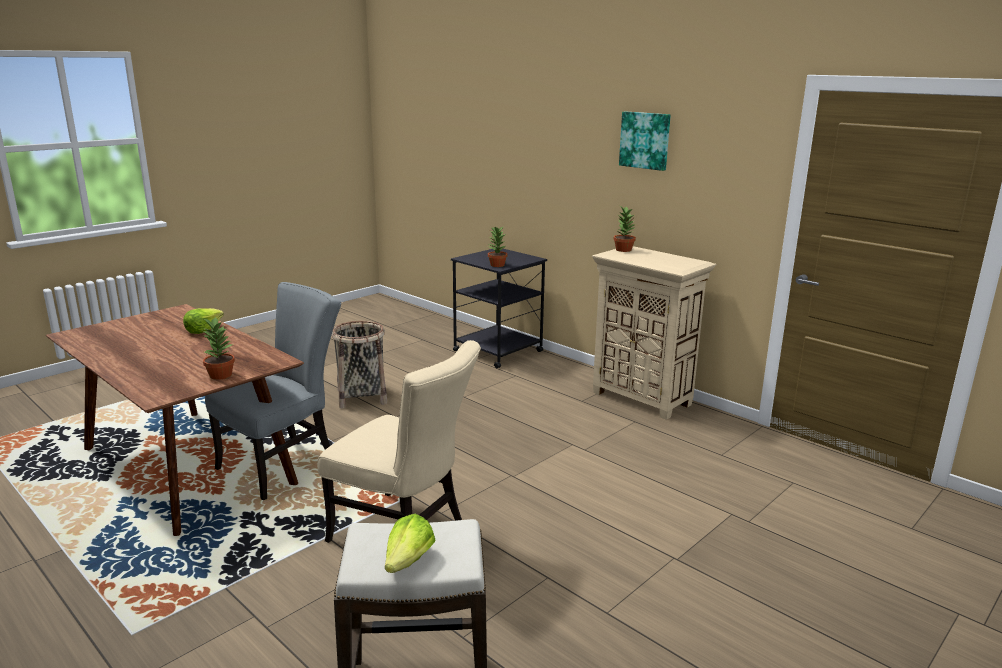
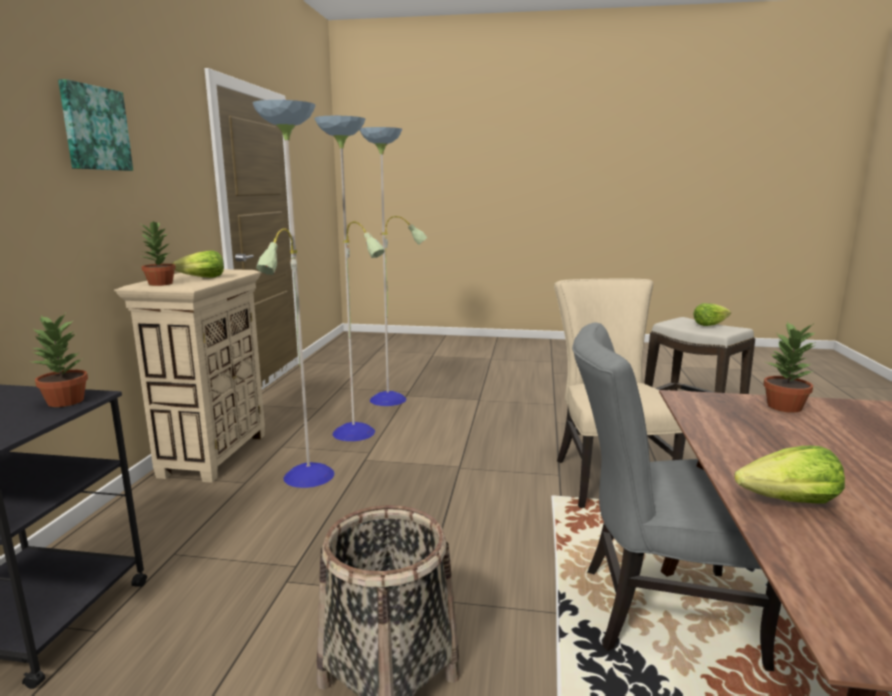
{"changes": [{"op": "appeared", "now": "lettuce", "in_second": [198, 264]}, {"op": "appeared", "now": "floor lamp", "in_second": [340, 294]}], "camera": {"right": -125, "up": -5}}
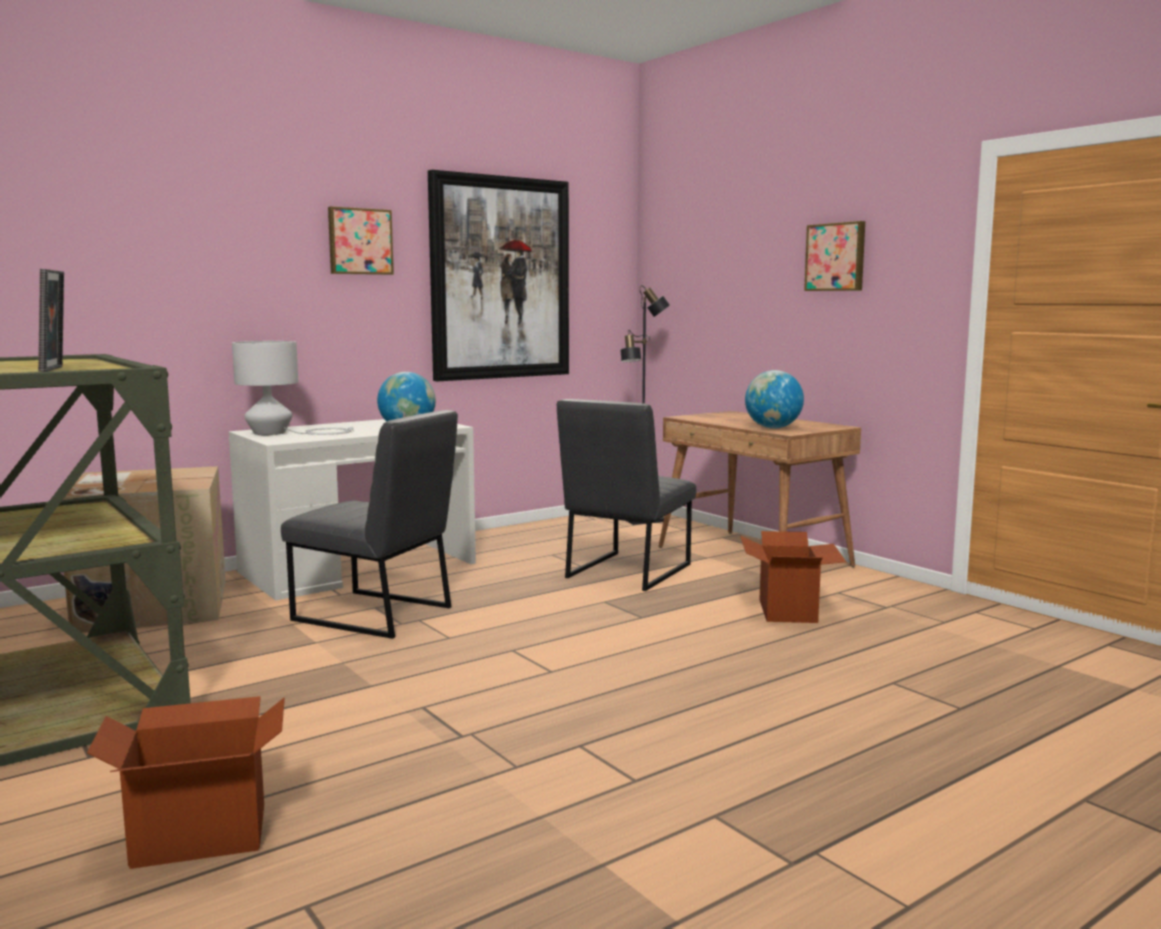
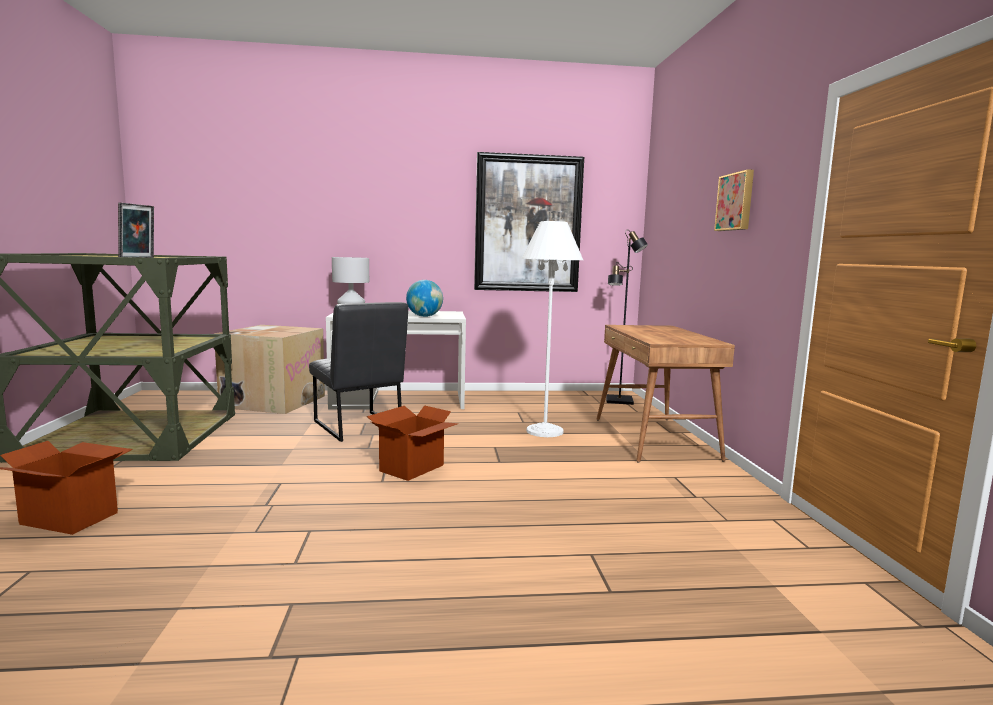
{"changes": [{"op": "relocated", "was": "cardboard box", "in_first": [793, 577], "in_second": [412, 443]}, {"op": "exchanged", "was": "upright chair (gray)", "now": "floor lamp (white-coloured)", "in_first": [626, 495], "in_second": [552, 329]}, {"op": "missing", "was": "wall art", "in_first": [361, 240]}, {"op": "missing", "was": "globe", "in_first": [774, 399]}], "camera": {"right": 30, "up": 0}}
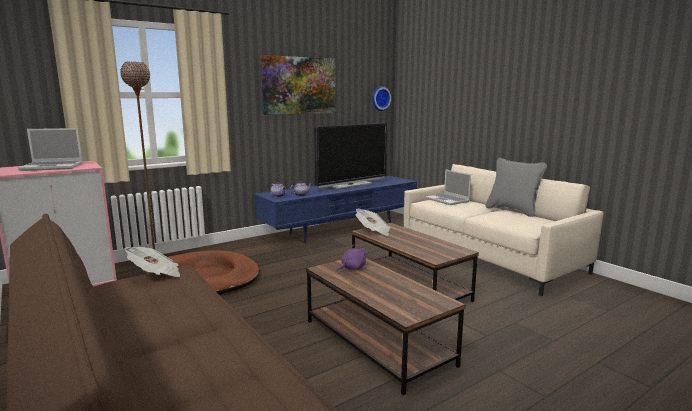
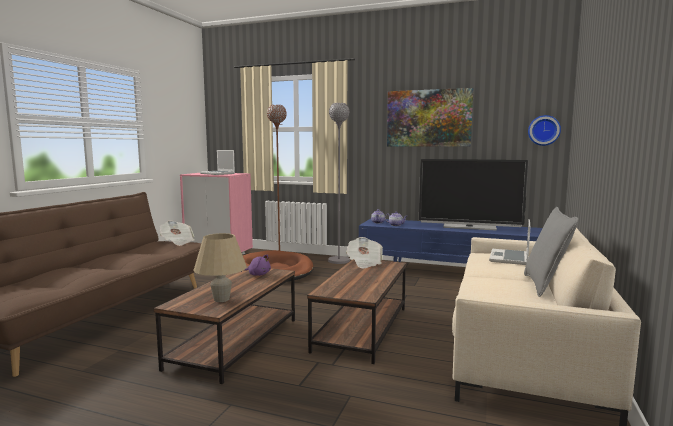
{"changes": [{"op": "appeared", "now": "tabletop lamp (beige)", "in_second": [220, 267]}, {"op": "appeared", "now": "floor lamp (gray)", "in_second": [339, 183]}], "camera": {"right": 55, "up": -5}}
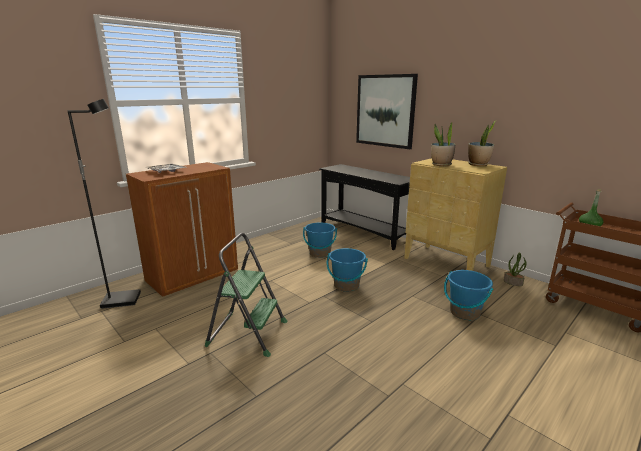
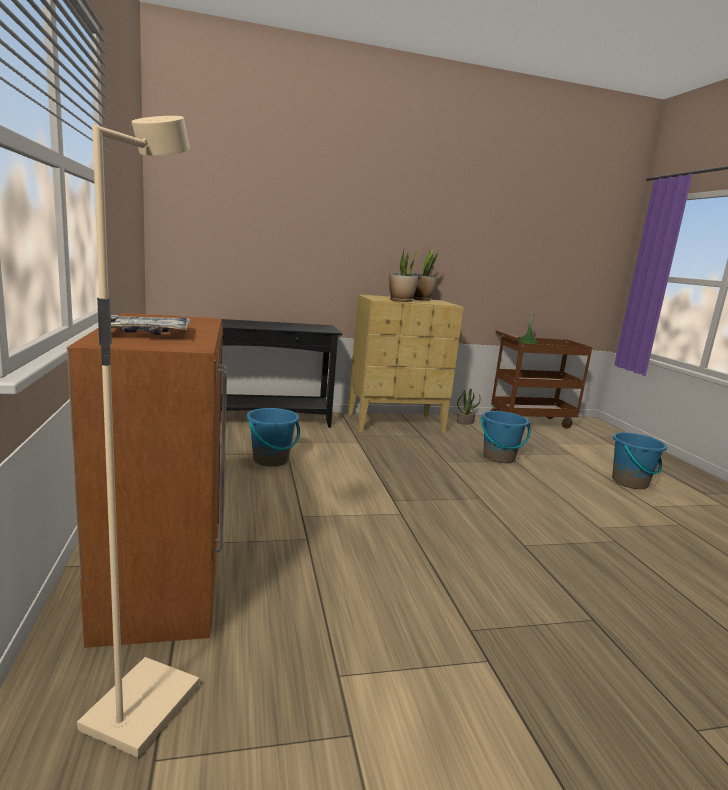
{"changes": [{"op": "colour", "was": "floor lamp (black-coloured)", "now": "floor lamp (beige)", "in_first": [104, 204], "in_second": [138, 437]}, {"op": "relocated", "was": "bucket (bluish)", "in_first": [347, 270], "in_second": [639, 460]}, {"op": "missing", "was": "step ladder (green-coloured)", "in_first": [246, 295]}, {"op": "missing", "was": "wall art", "in_first": [387, 111]}], "camera": {"right": -60, "up": -5}}
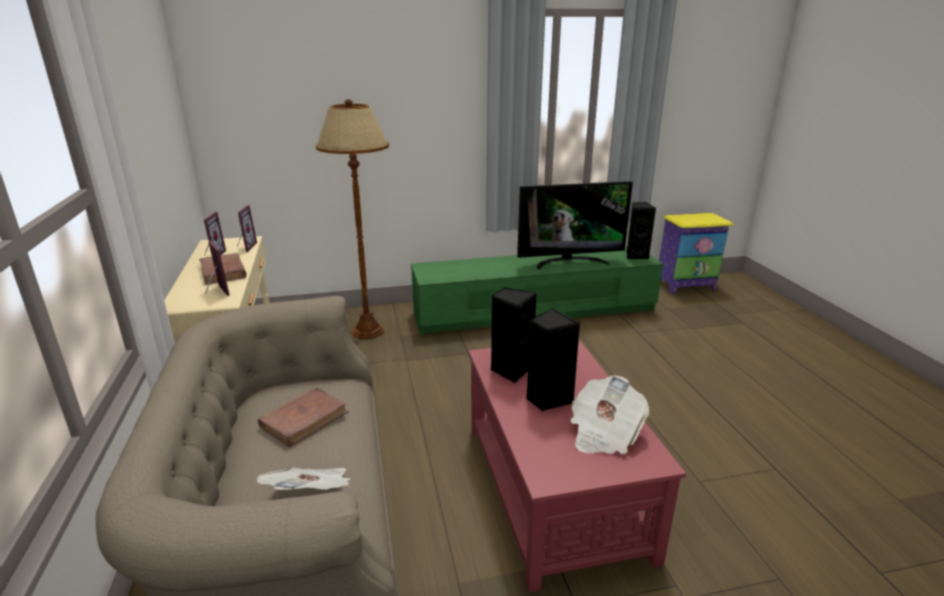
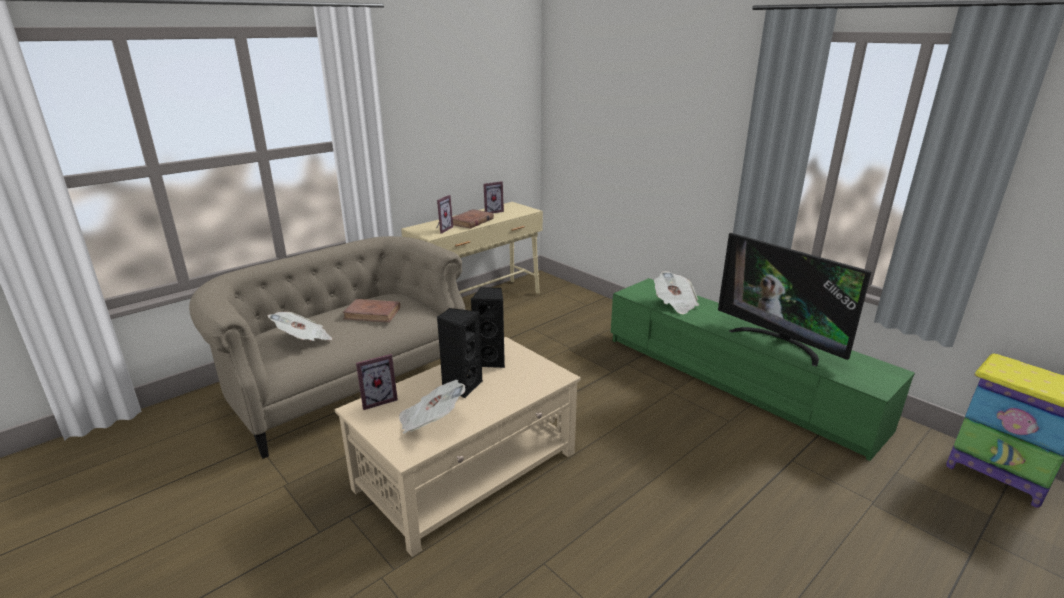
{"changes": [{"op": "colour", "was": "coffee table (reddish)", "now": "coffee table (beige)", "in_first": [578, 466], "in_second": [458, 447]}, {"op": "relocated", "was": "standing frame", "in_first": [247, 228], "in_second": [377, 382]}, {"op": "appeared", "now": "printed paper", "in_second": [676, 292]}, {"op": "missing", "was": "floor lamp (brownish)", "in_first": [352, 219]}, {"op": "missing", "was": "audio speaker (black-coloured)", "in_first": [641, 230]}], "camera": {"right": 60, "up": 0}}
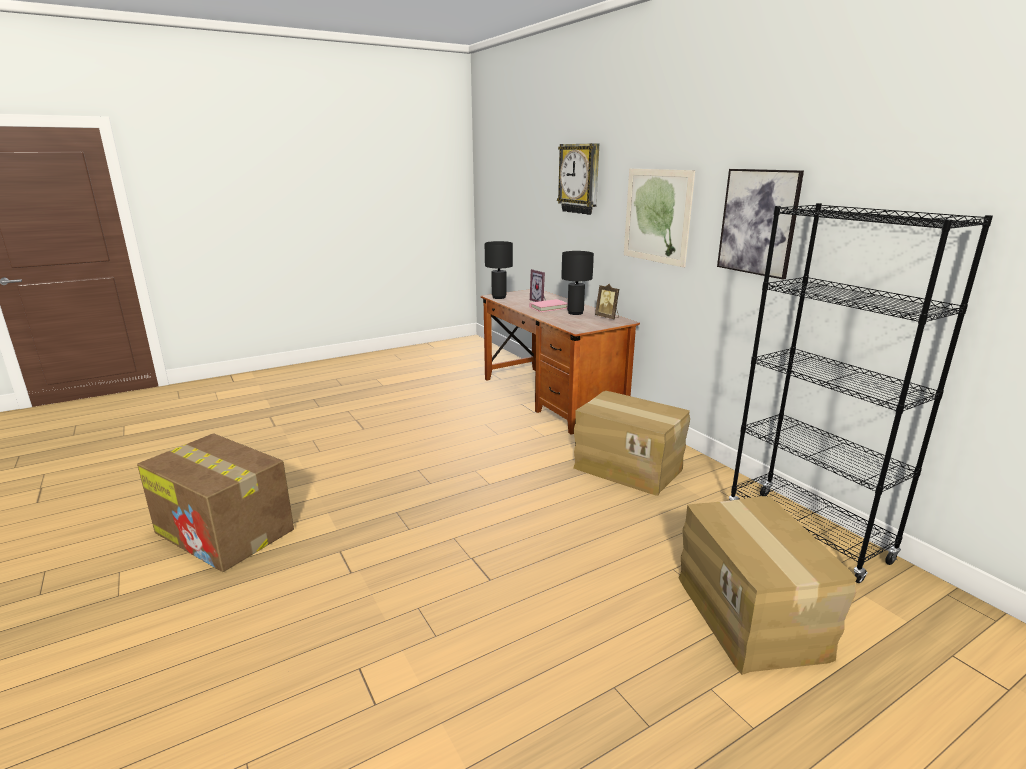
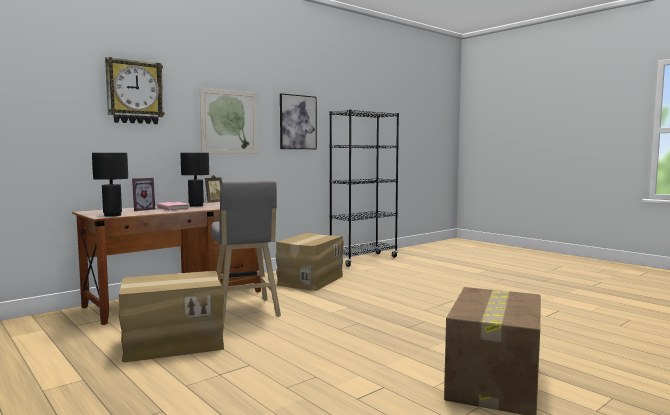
{"changes": [{"op": "relocated", "was": "cardboard box", "in_first": [767, 585], "in_second": [171, 316]}, {"op": "appeared", "now": "stool seat (gray)", "in_second": [246, 251]}], "camera": {"right": -100, "up": -15}}
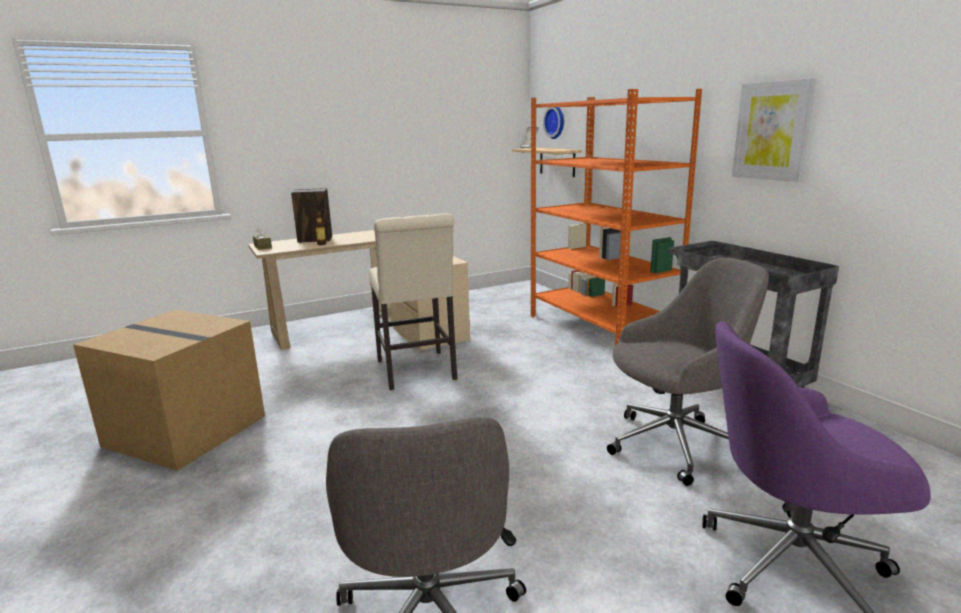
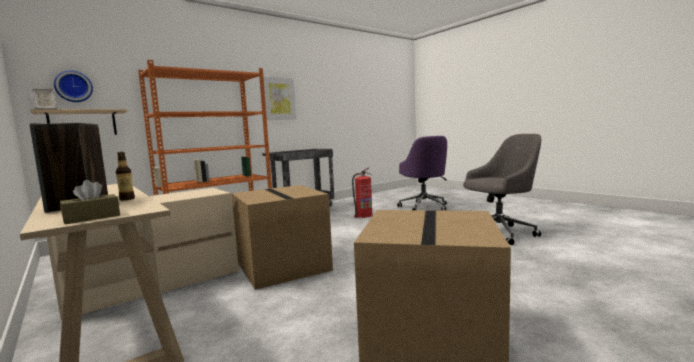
{"changes": [{"op": "exchanged", "was": "stool seat (beige)", "now": "cardboard box", "in_first": [413, 301], "in_second": [282, 237]}, {"op": "exchanged", "was": "computer chair (gray)", "now": "fire-fighting cylinder", "in_first": [688, 372], "in_second": [362, 192]}], "camera": {"right": -100, "up": -10}}
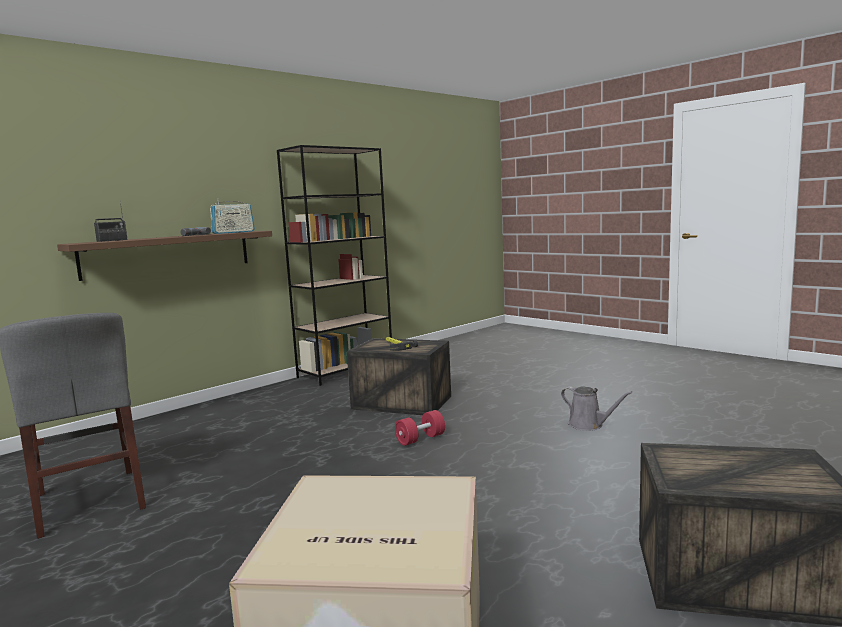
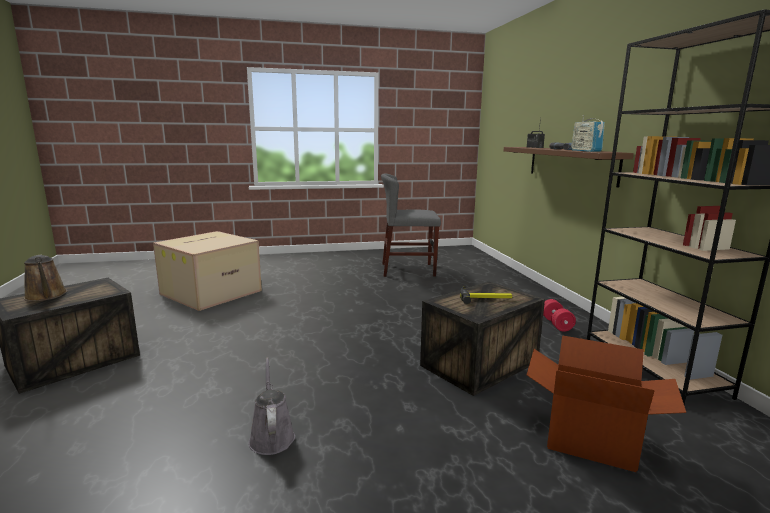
{"changes": [{"op": "appeared", "now": "watering can (brownish)", "in_second": [45, 278]}, {"op": "spun", "was": "watering can (gray)", "in_first": [597, 408], "in_second": [271, 406], "clockwise": 90}, {"op": "appeared", "now": "cardboard box", "in_second": [606, 403]}, {"op": "relocated", "was": "dumbbell (reddish)", "in_first": [420, 428], "in_second": [559, 315]}], "camera": {"right": 120, "up": 5}}
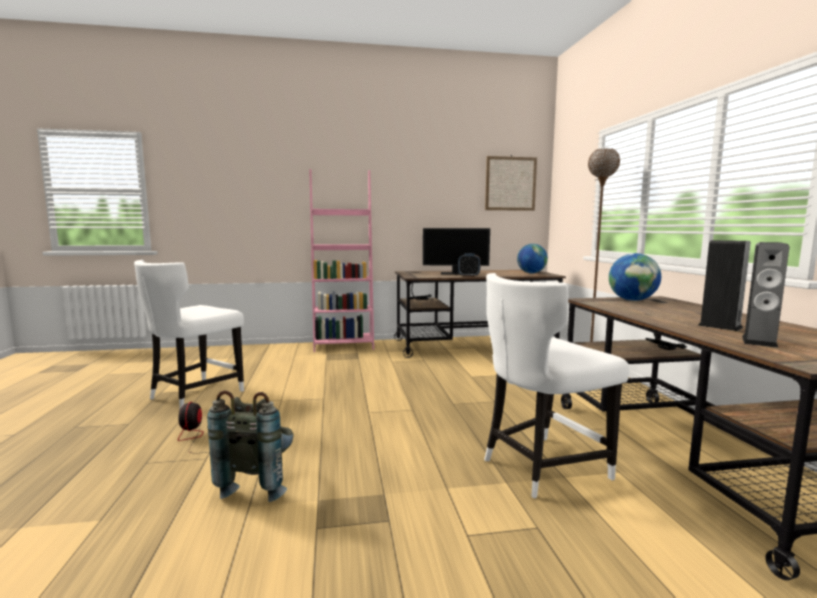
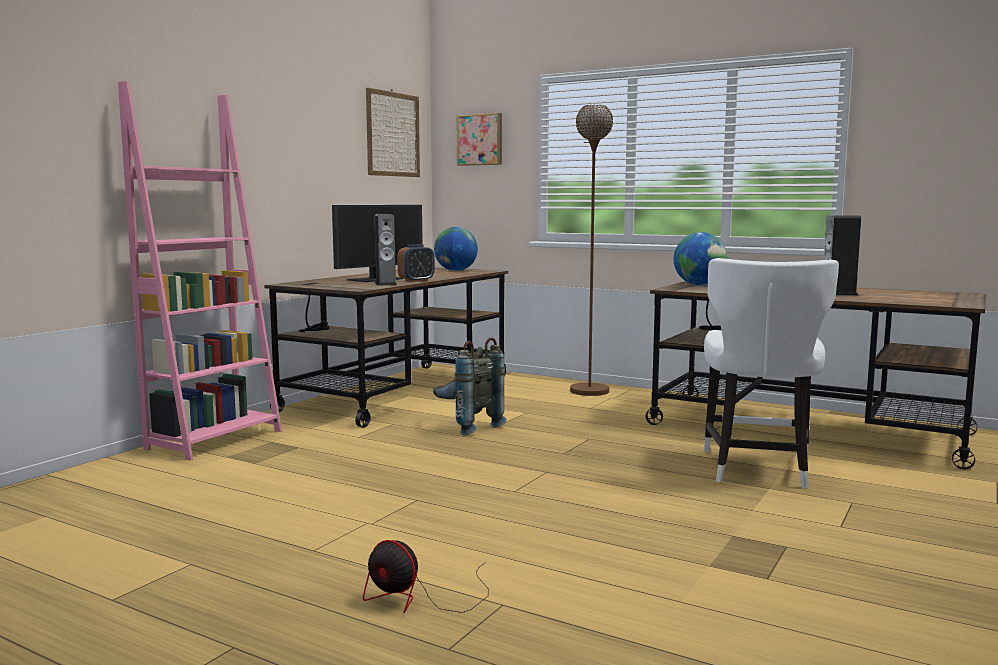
{"changes": [{"op": "relocated", "was": "audio speaker", "in_first": [765, 295], "in_second": [386, 250]}, {"op": "relocated", "was": "rucksack (gray)", "in_first": [250, 446], "in_second": [470, 386]}, {"op": "appeared", "now": "wall art", "in_second": [479, 139]}, {"op": "missing", "was": "upright chair (white-coloured)", "in_first": [189, 334]}], "camera": {"right": -50, "up": 0}}
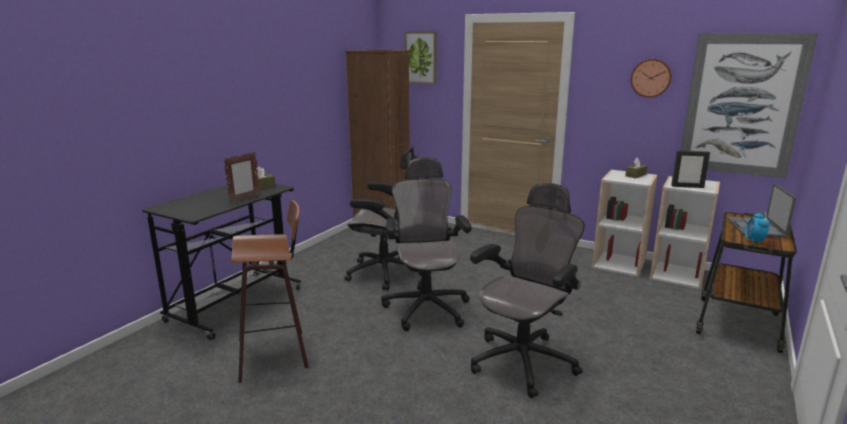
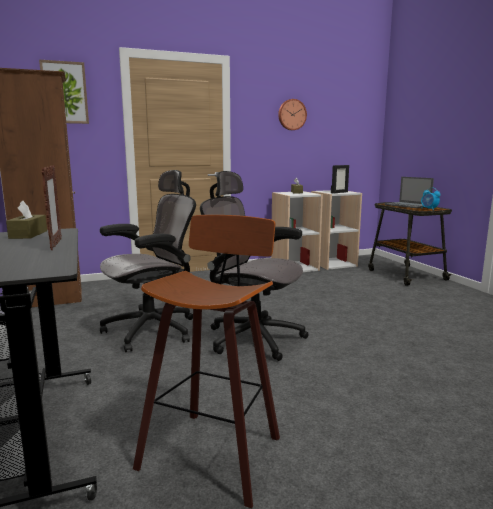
{"changes": [{"op": "missing", "was": "computer chair", "in_first": [527, 290]}, {"op": "missing", "was": "wall art", "in_first": [749, 105]}], "camera": {"right": -50, "up": -5}}
